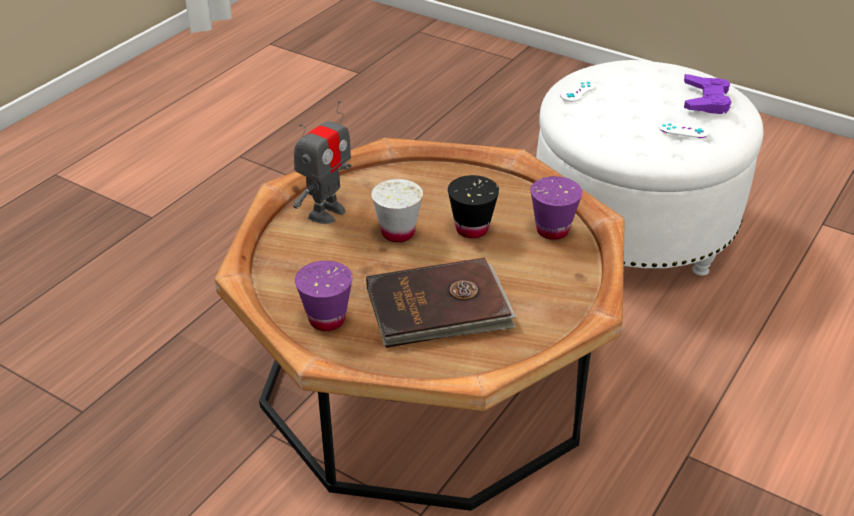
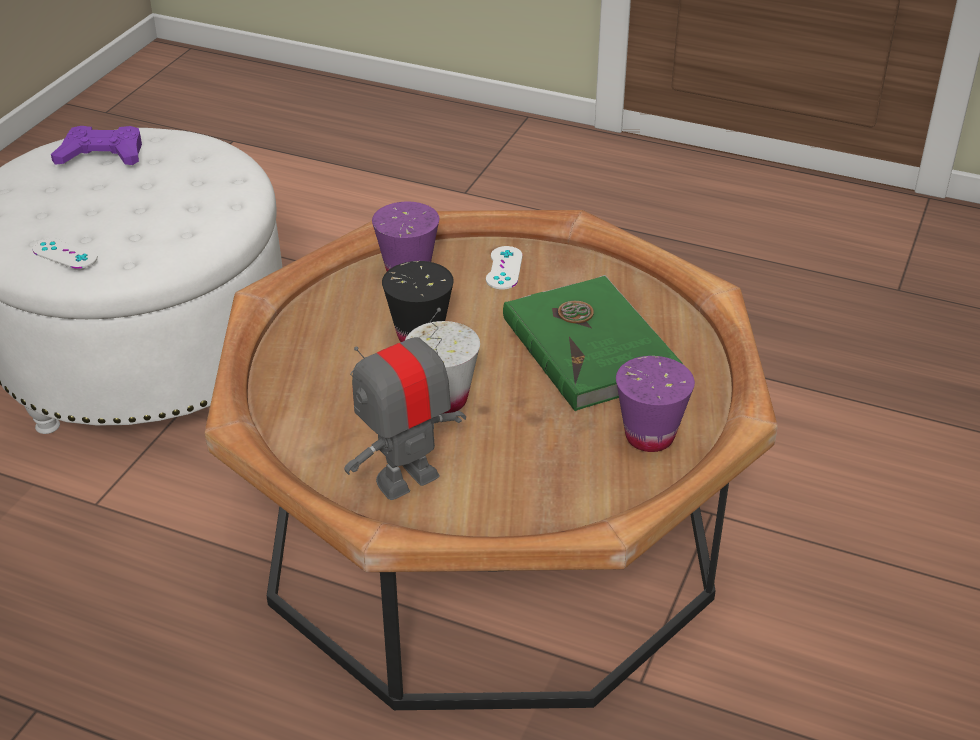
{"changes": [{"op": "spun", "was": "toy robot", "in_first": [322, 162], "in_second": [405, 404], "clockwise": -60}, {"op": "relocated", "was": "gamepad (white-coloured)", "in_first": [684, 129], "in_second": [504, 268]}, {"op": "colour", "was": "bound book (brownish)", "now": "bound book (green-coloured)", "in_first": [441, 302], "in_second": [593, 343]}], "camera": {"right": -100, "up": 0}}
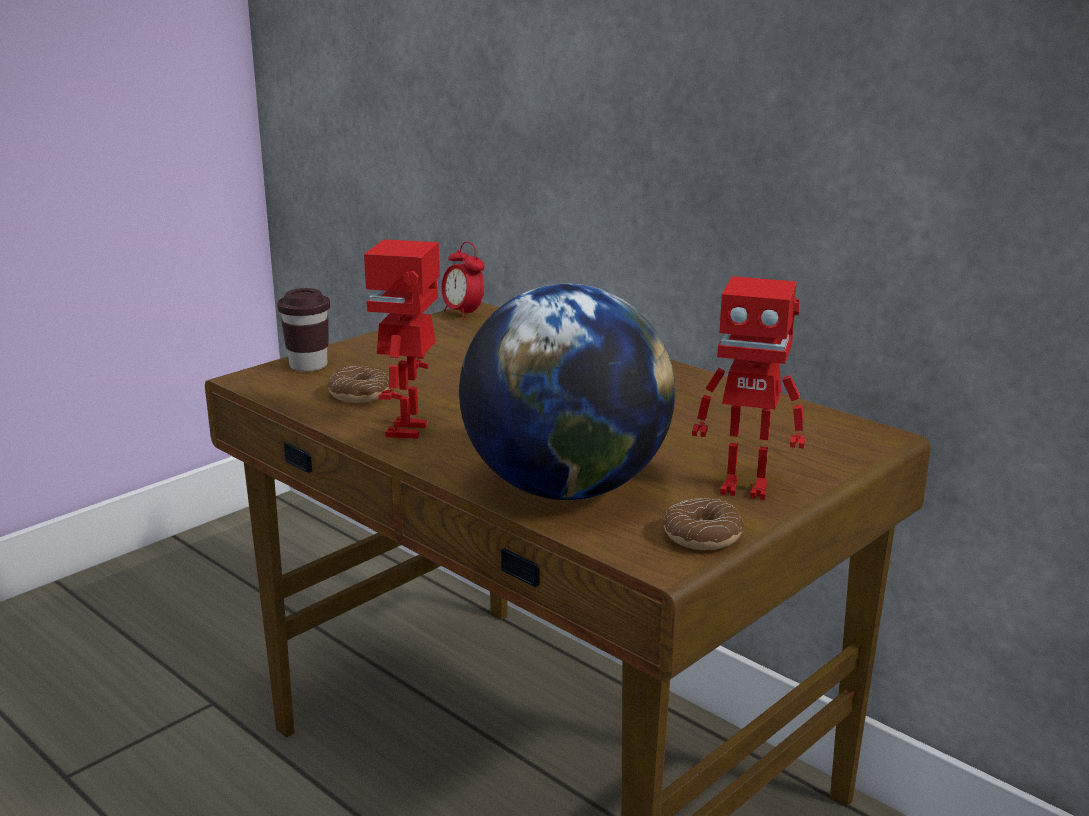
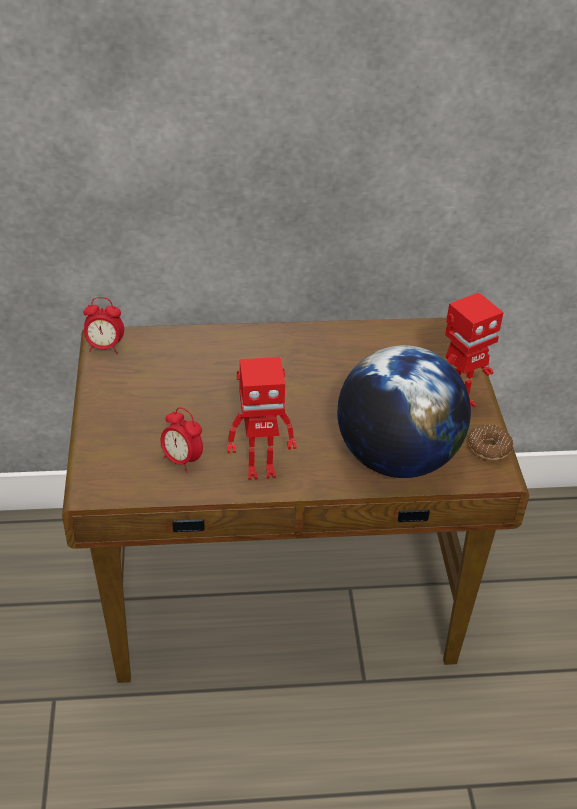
{"changes": [{"op": "exchanged", "was": "doughnut", "now": "alarm clock", "in_first": [358, 384], "in_second": [182, 440]}, {"op": "spun", "was": "toy robot", "in_first": [402, 339], "in_second": [262, 418], "clockwise": -60}, {"op": "missing", "was": "drinking cup (brownish)", "in_first": [303, 330]}], "camera": {"right": -50, "up": 20}}
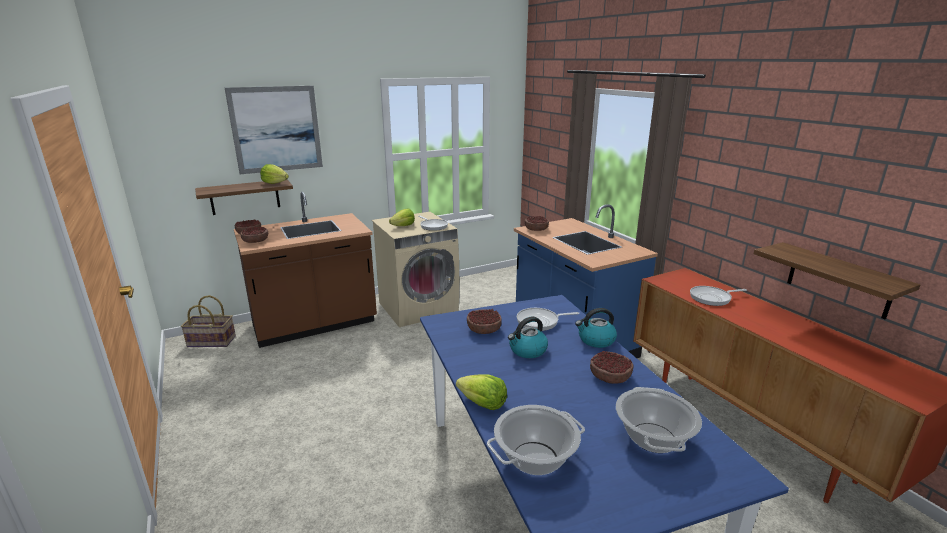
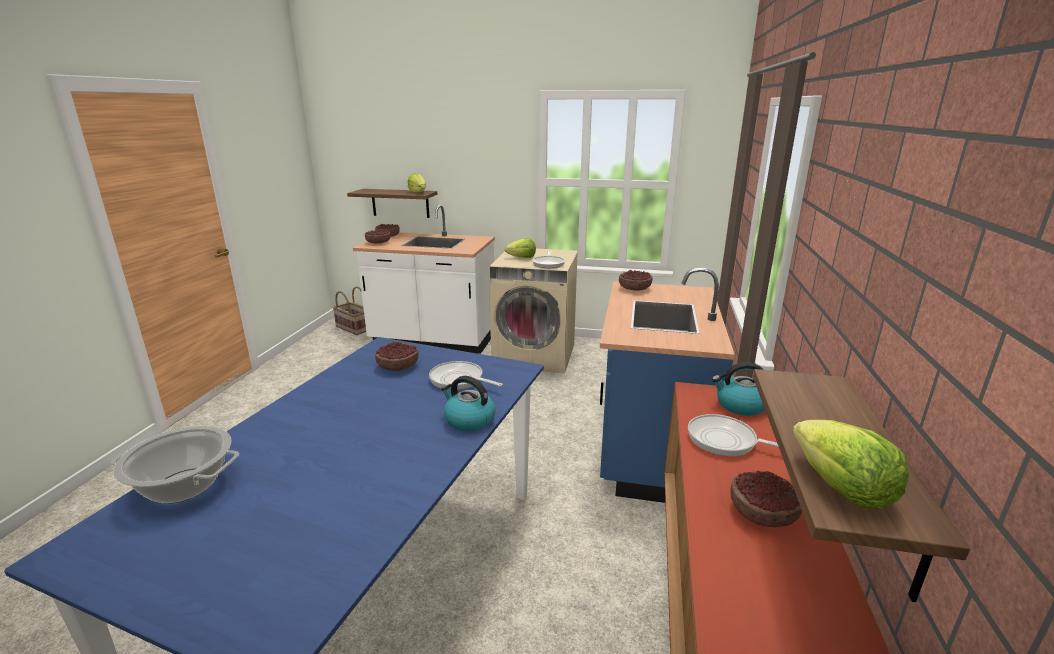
{"changes": [{"op": "colour", "was": "kitchen counter (brownish)", "now": "kitchen counter (white-coloured)", "in_first": [305, 270], "in_second": [424, 279]}, {"op": "relocated", "was": "water kettle", "in_first": [528, 337], "in_second": [738, 389]}, {"op": "relocated", "was": "serving bowl", "in_first": [611, 367], "in_second": [766, 499]}, {"op": "relocated", "was": "lettuce", "in_first": [481, 392], "in_second": [851, 464]}, {"op": "missing", "was": "wall art", "in_first": [274, 130]}, {"op": "missing", "was": "stockpot", "in_first": [659, 420]}], "camera": {"right": 40, "up": 0}}
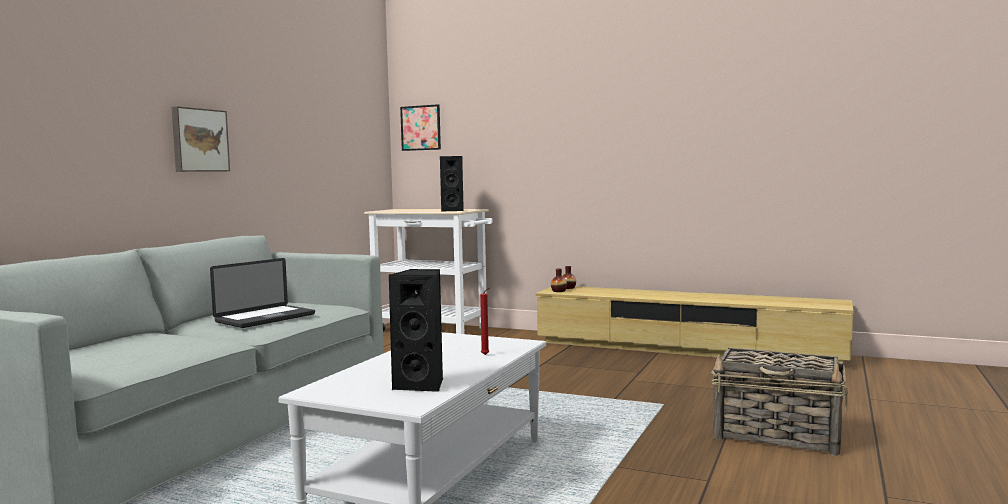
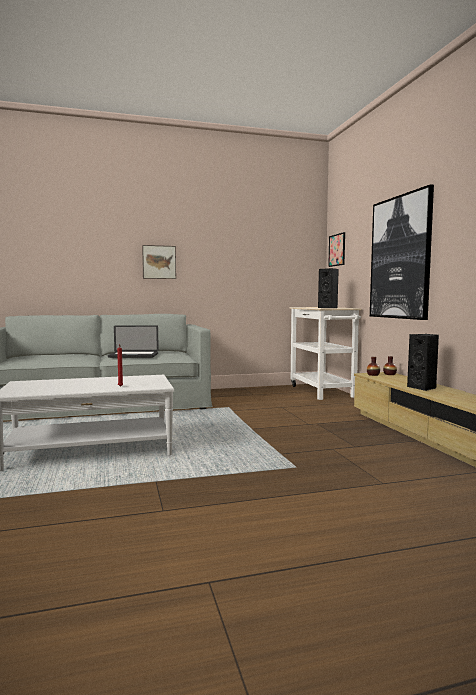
{"changes": [{"op": "appeared", "now": "wall art", "in_second": [402, 252]}, {"op": "relocated", "was": "audio speaker (black-coloured)", "in_first": [415, 330], "in_second": [423, 362]}, {"op": "missing", "was": "storage basket", "in_first": [779, 402]}], "camera": {"right": 50, "up": 0}}
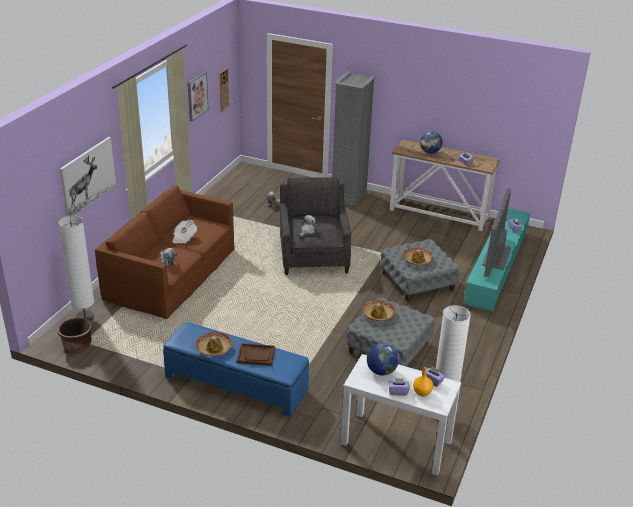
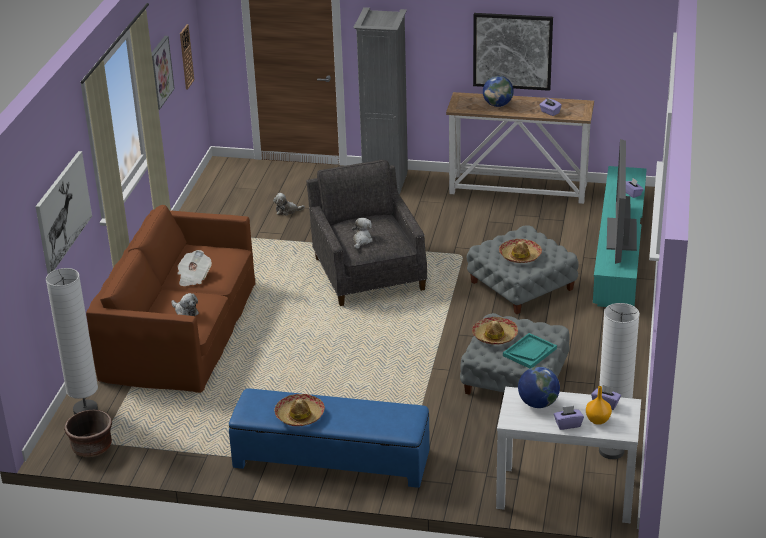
{"changes": [{"op": "appeared", "now": "wall art", "in_second": [513, 52]}, {"op": "appeared", "now": "serving tray (blue-green)", "in_second": [530, 351]}, {"op": "missing", "was": "serving tray (brownish)", "in_first": [256, 354]}], "camera": {"right": -10, "up": 0}}
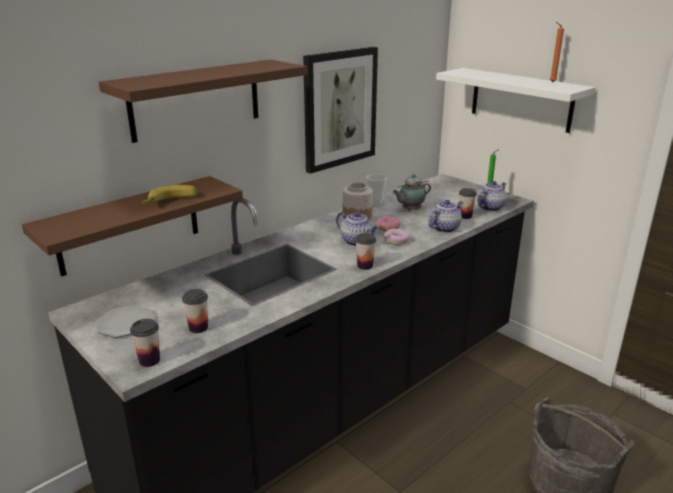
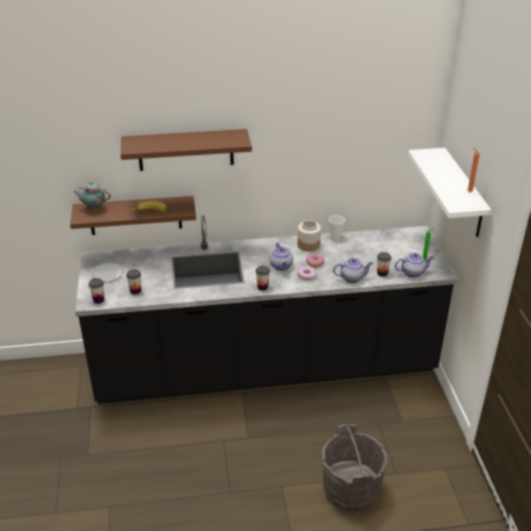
{"changes": [{"op": "relocated", "was": "tea pot", "in_first": [412, 192], "in_second": [92, 195]}, {"op": "missing", "was": "wall art", "in_first": [340, 110]}], "camera": {"right": 35, "up": 10}}
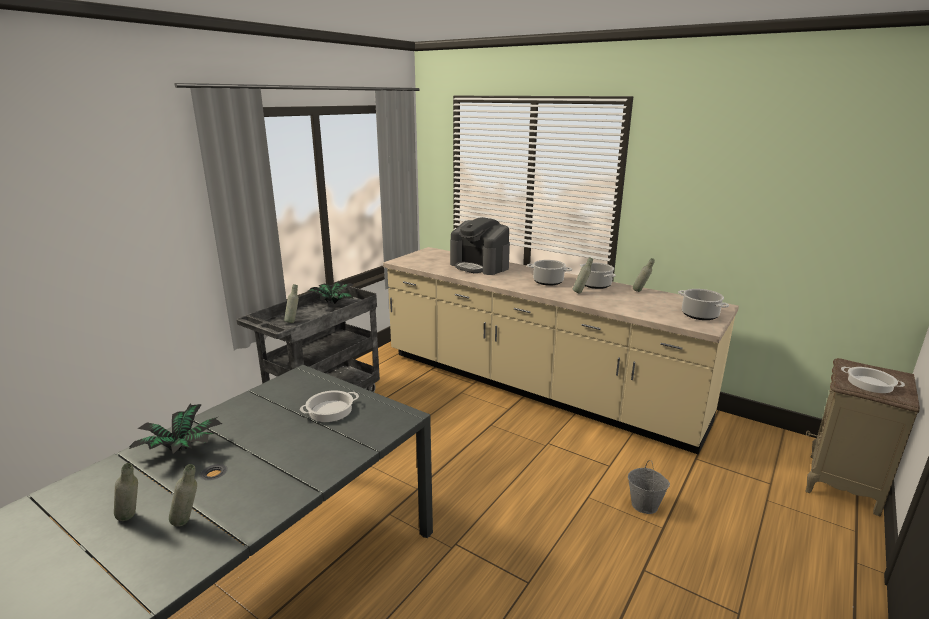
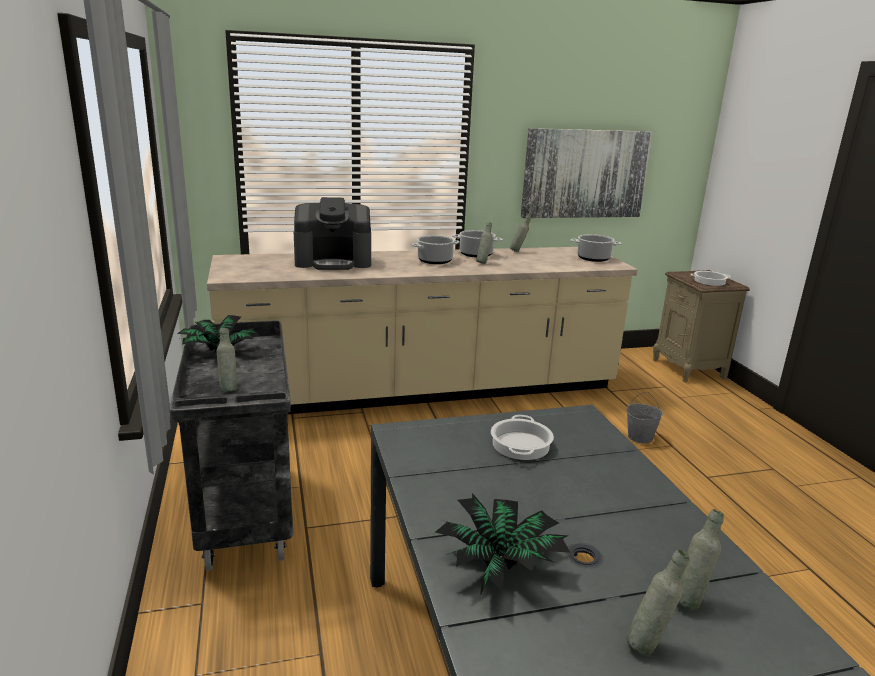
{"changes": [{"op": "appeared", "now": "wall art", "in_second": [587, 173]}], "camera": {"right": -50, "up": 0}}
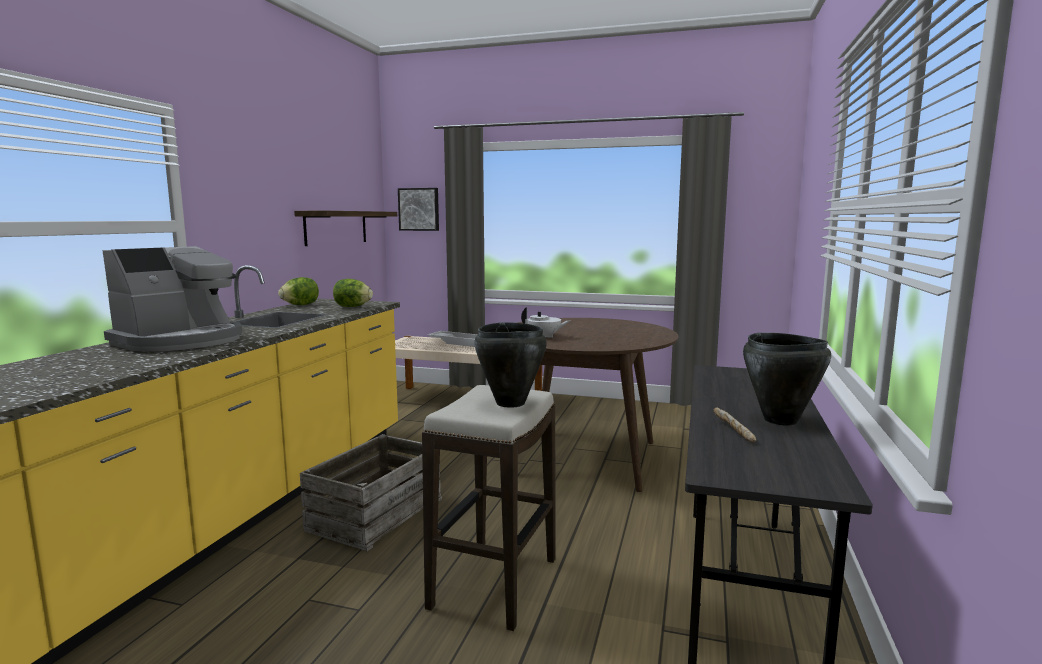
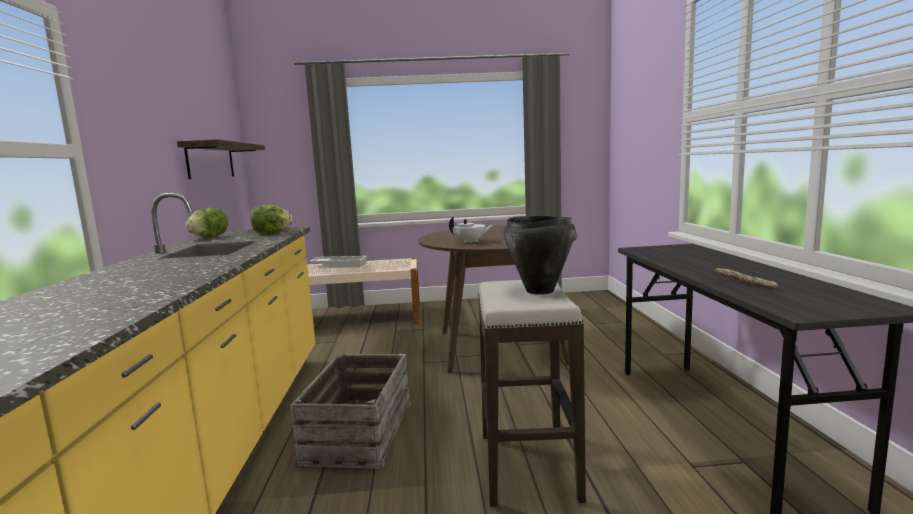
{"changes": [{"op": "missing", "was": "coffee brewer", "in_first": [172, 299]}, {"op": "missing", "was": "wall art", "in_first": [418, 209]}, {"op": "missing", "was": "stockpot (black-coloured)", "in_first": [787, 379]}], "camera": {"right": -20, "up": 0}}
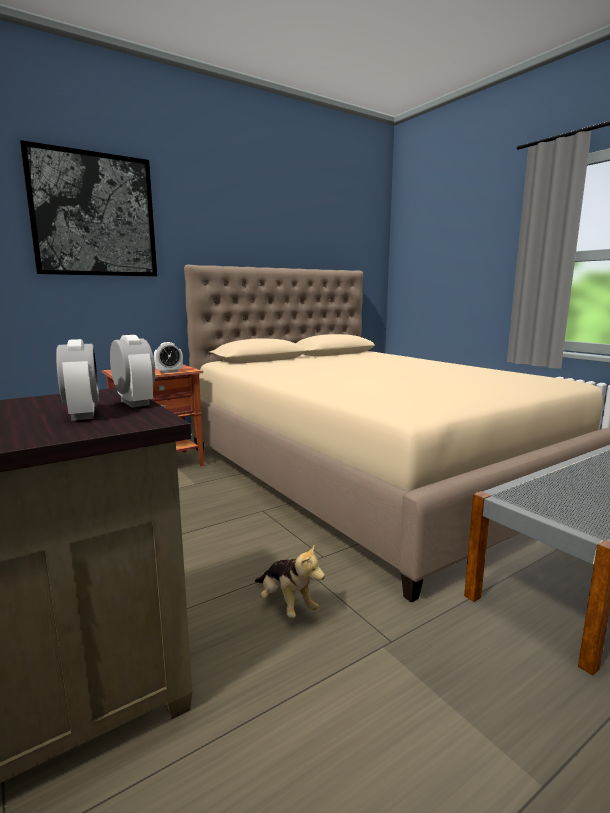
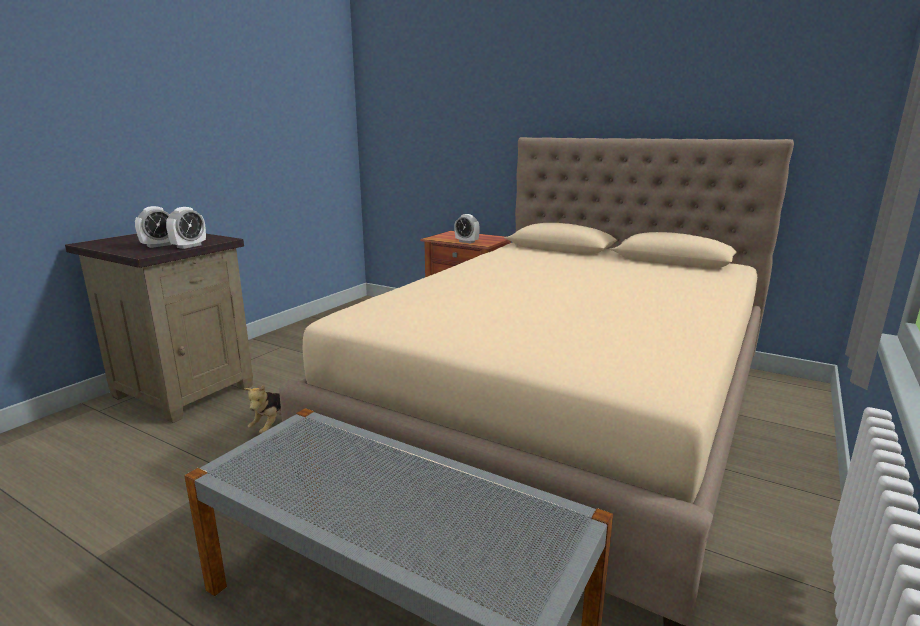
{"changes": [{"op": "missing", "was": "wall art", "in_first": [88, 208]}], "camera": {"right": 65, "up": 5}}
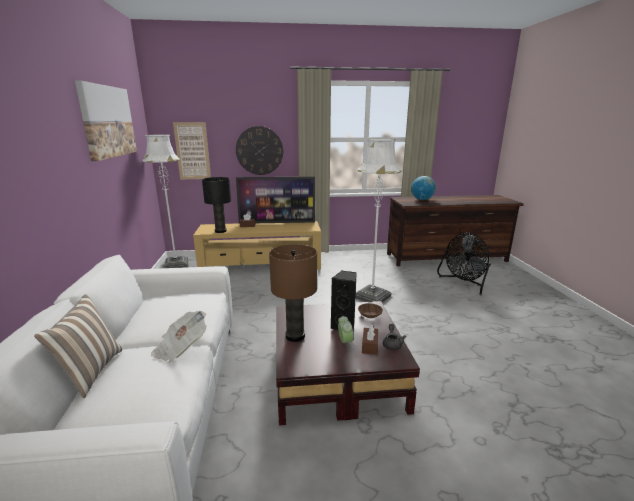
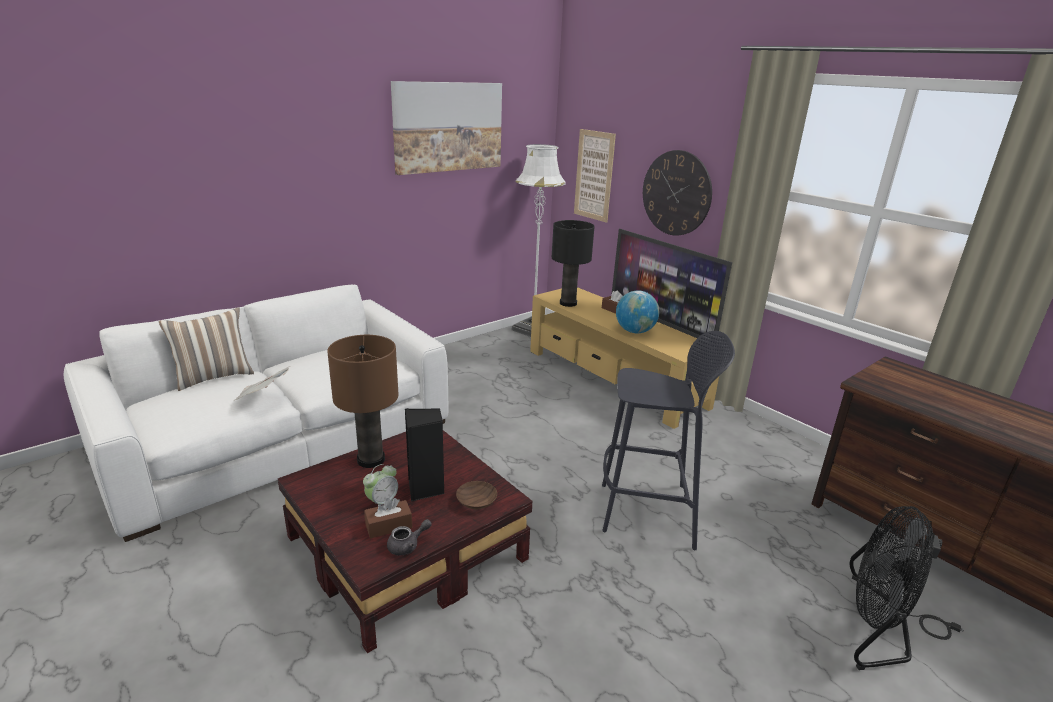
{"changes": [{"op": "exchanged", "was": "floor lamp (white-coloured)", "now": "stool seat (gray)", "in_first": [378, 220], "in_second": [668, 440]}, {"op": "relocated", "was": "globe", "in_first": [423, 188], "in_second": [637, 311]}], "camera": {"right": 55, "up": 5}}
